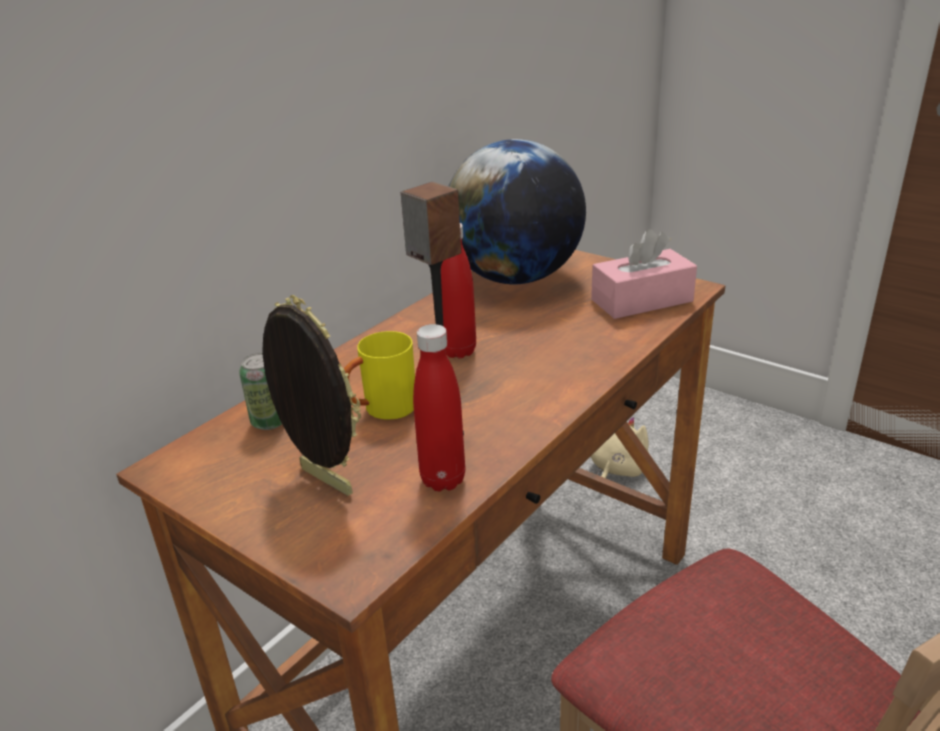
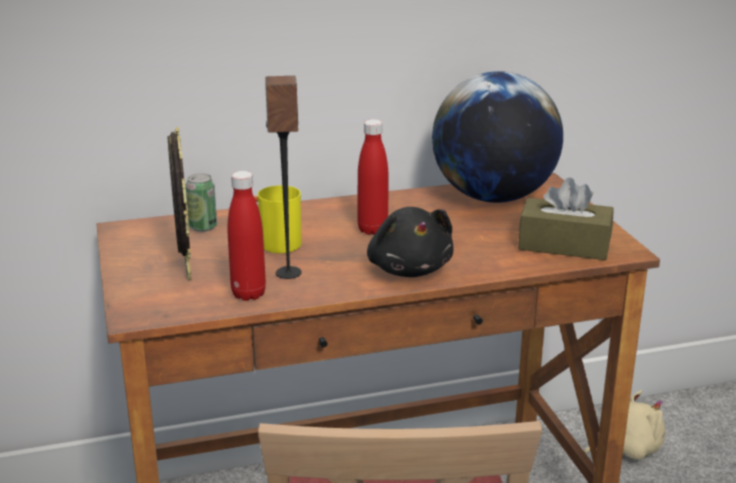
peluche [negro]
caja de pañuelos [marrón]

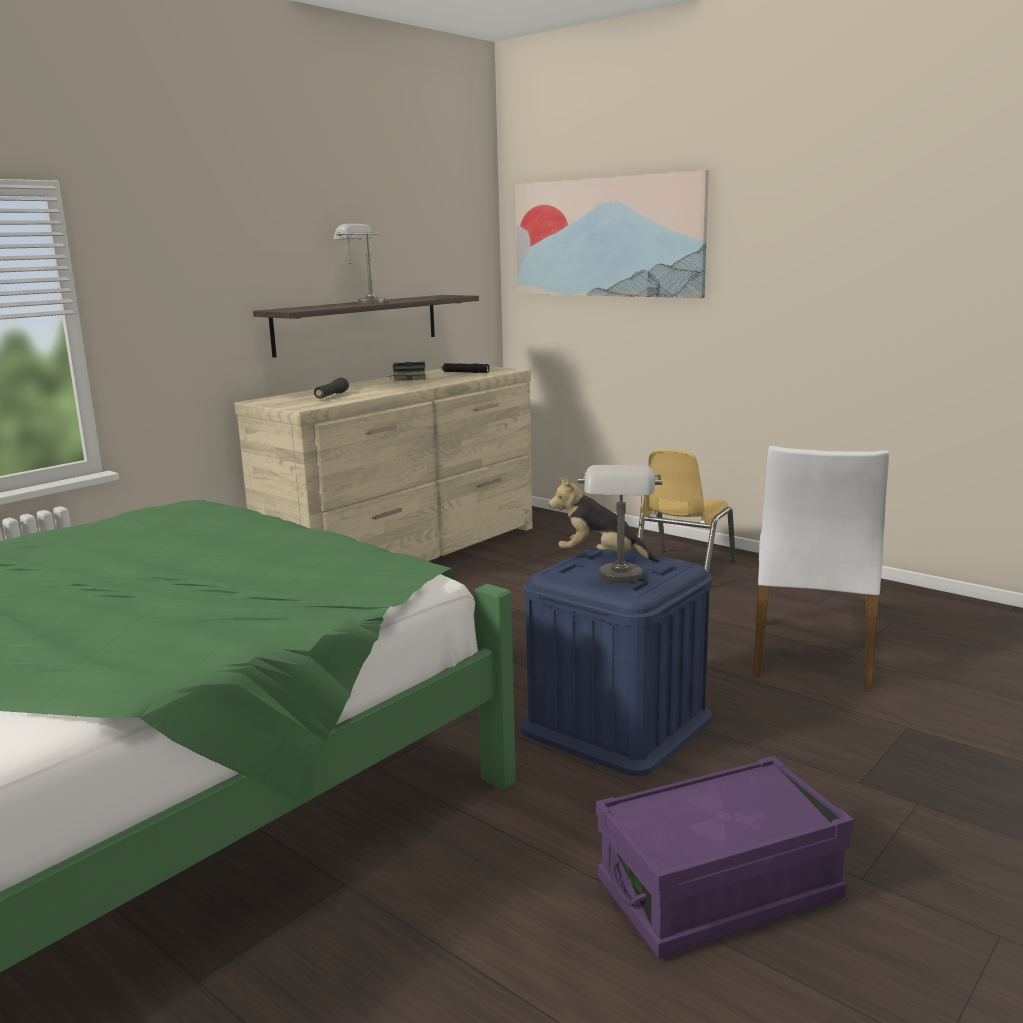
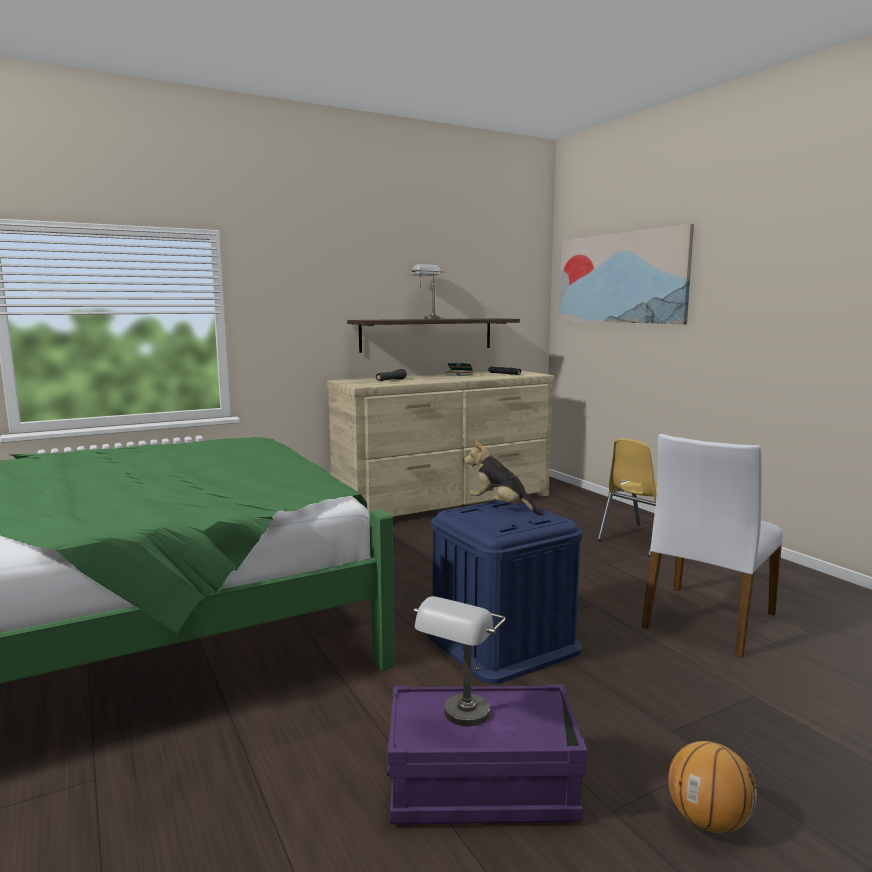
balón de baloncesto
lámpara de mesa [gris] (2nd from left)

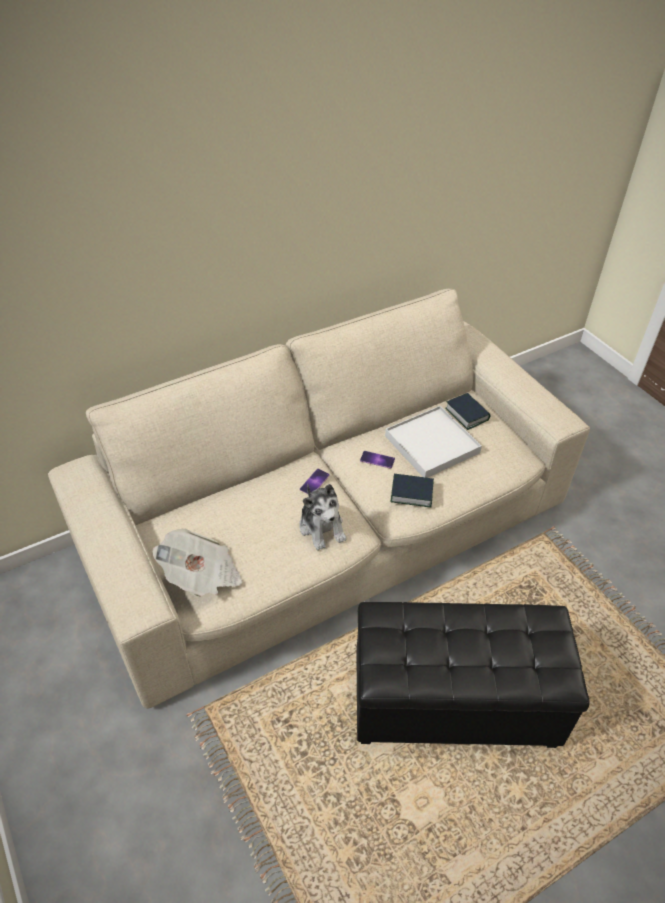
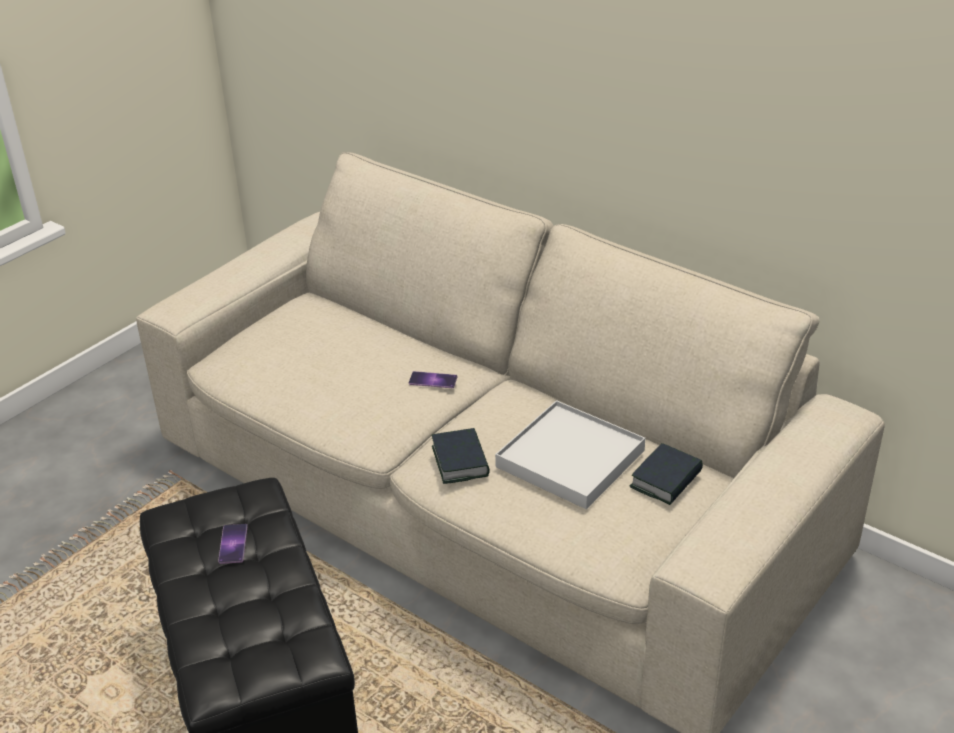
periódico
peluche
móvil (1st from left)

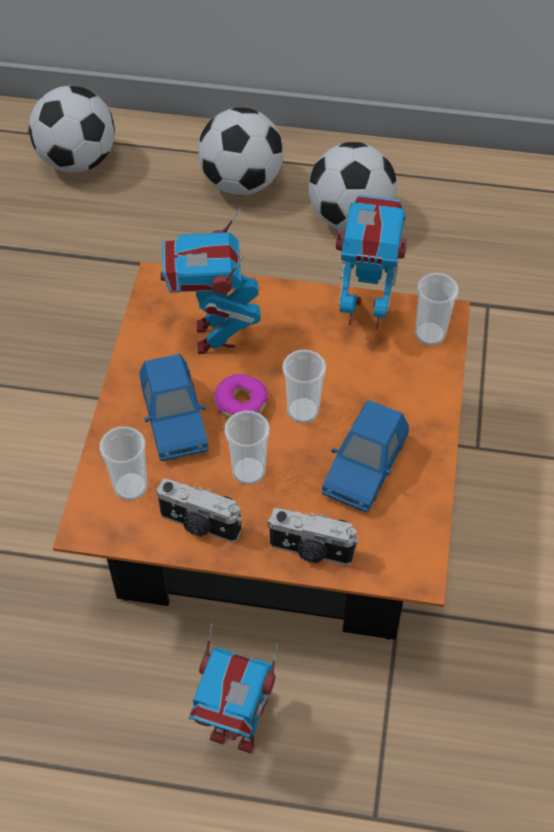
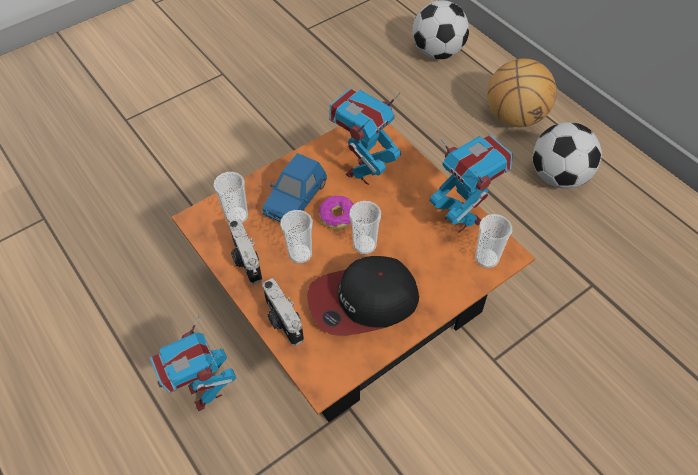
balón de baloncesto
gorra

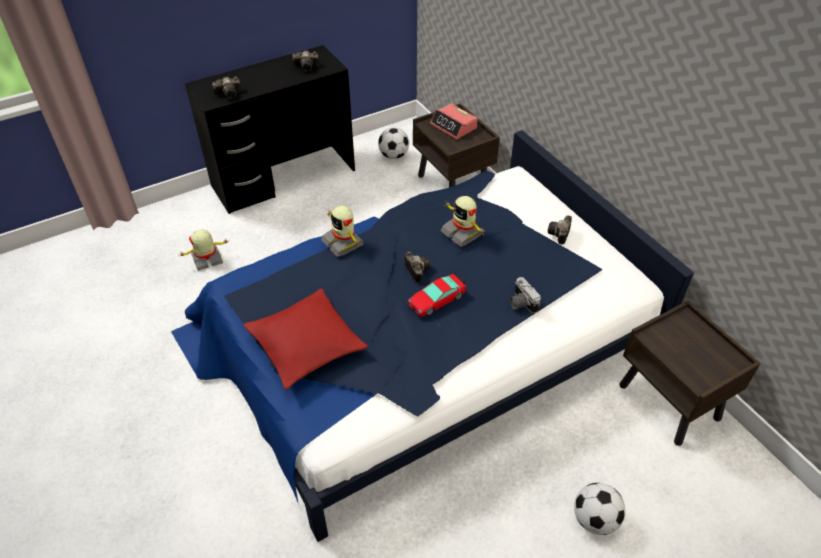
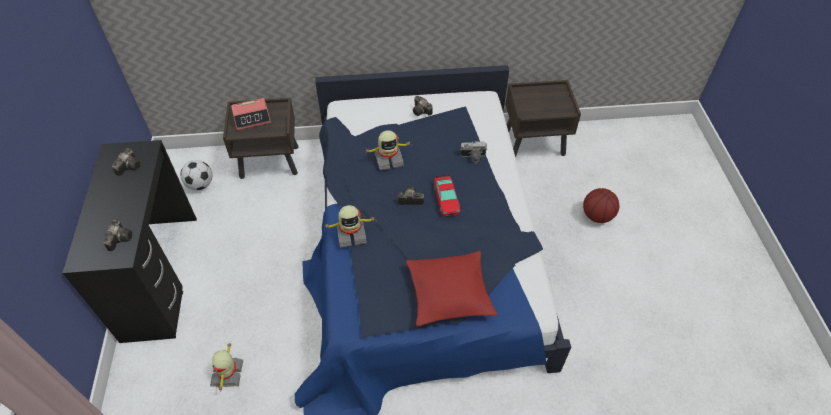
balón de baloncesto

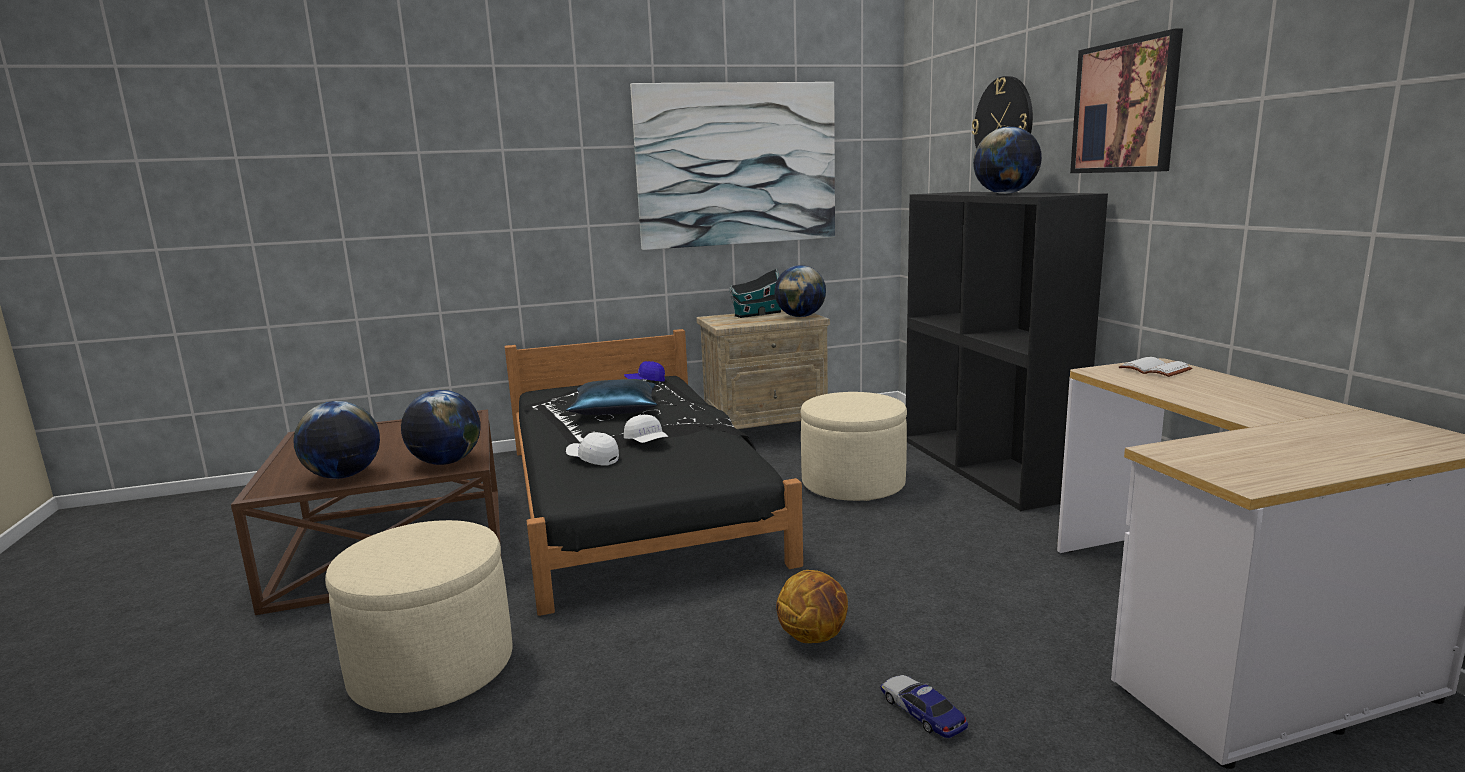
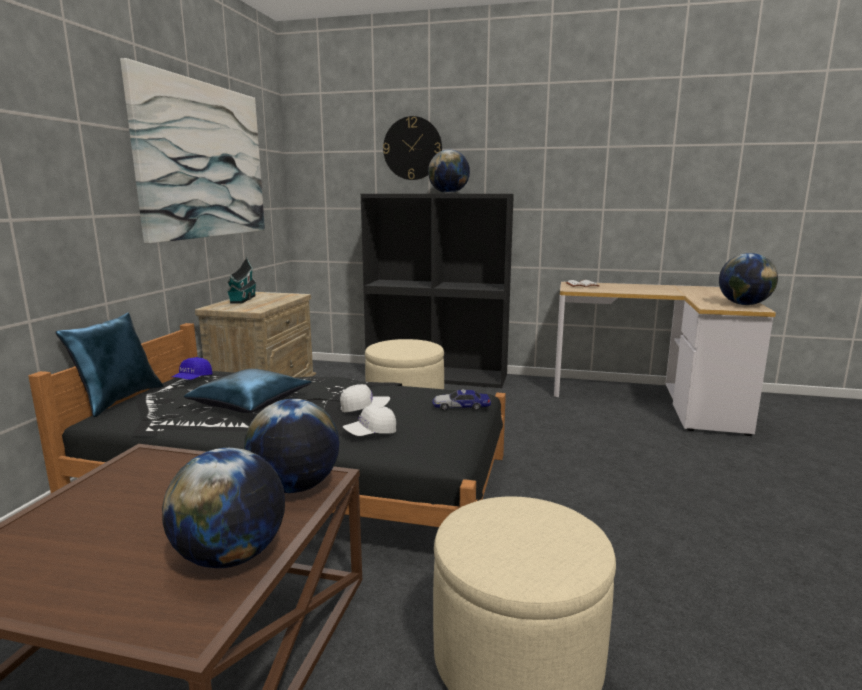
balón de baloncesto
cuadro (2nd from left in the first image)
cojín [azul] (1st from left)
globo terráqueo (4th from left)
coche de juguete

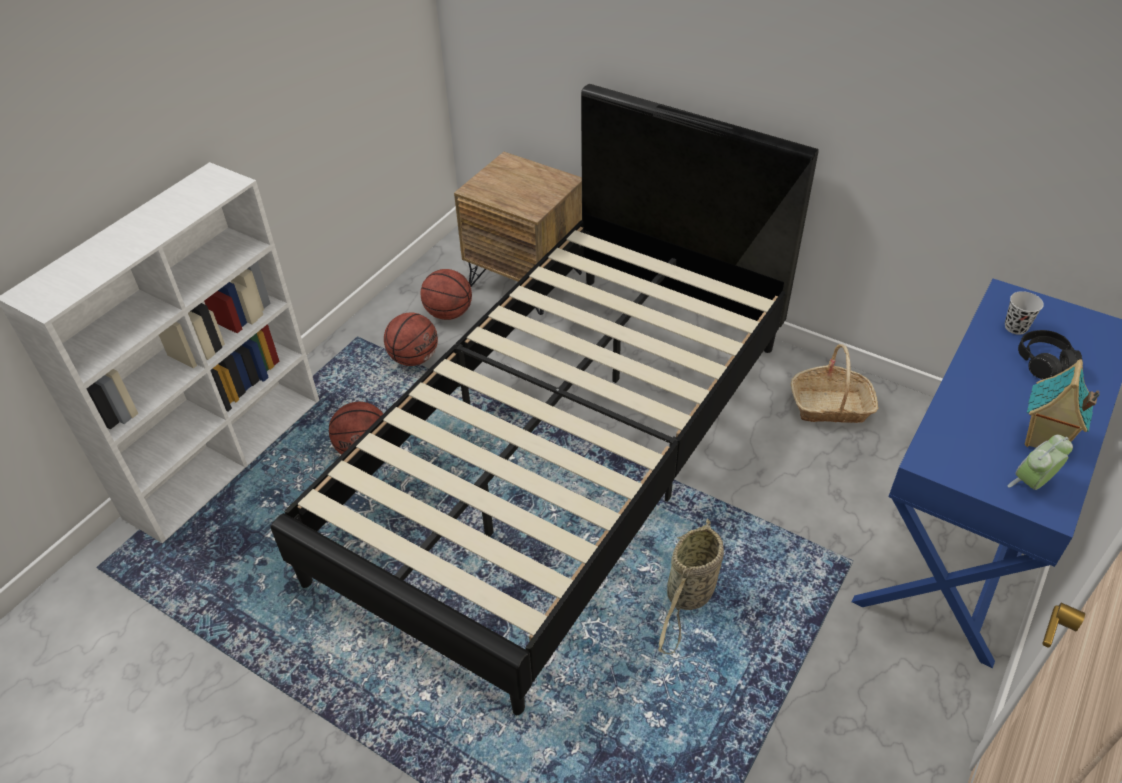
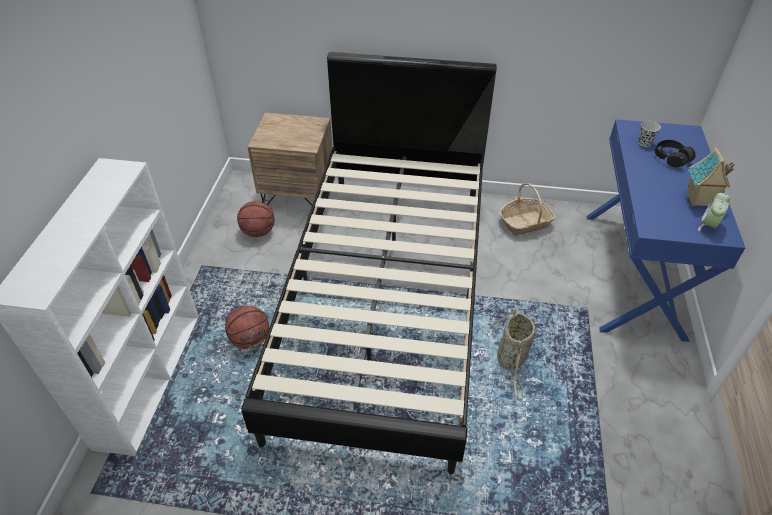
balón de baloncesto (2nd from left in the first image)

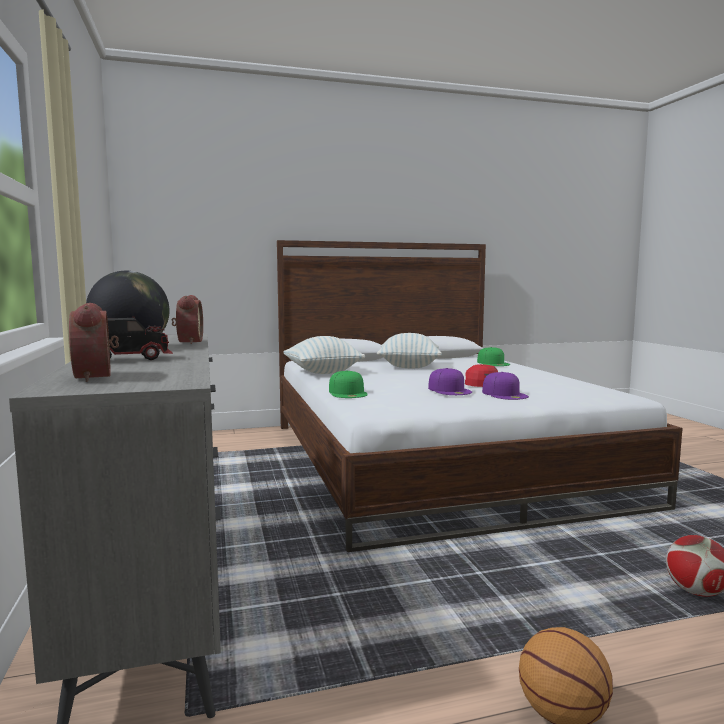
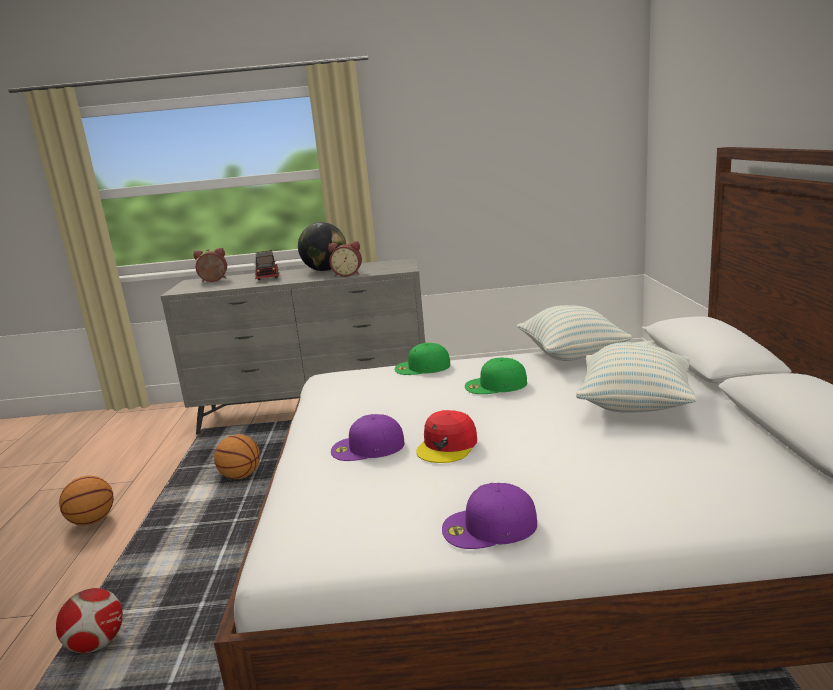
balón de baloncesto (2nd from left)
gorra [morado] (2nd from left)
gorra [verde] (2nd from left)

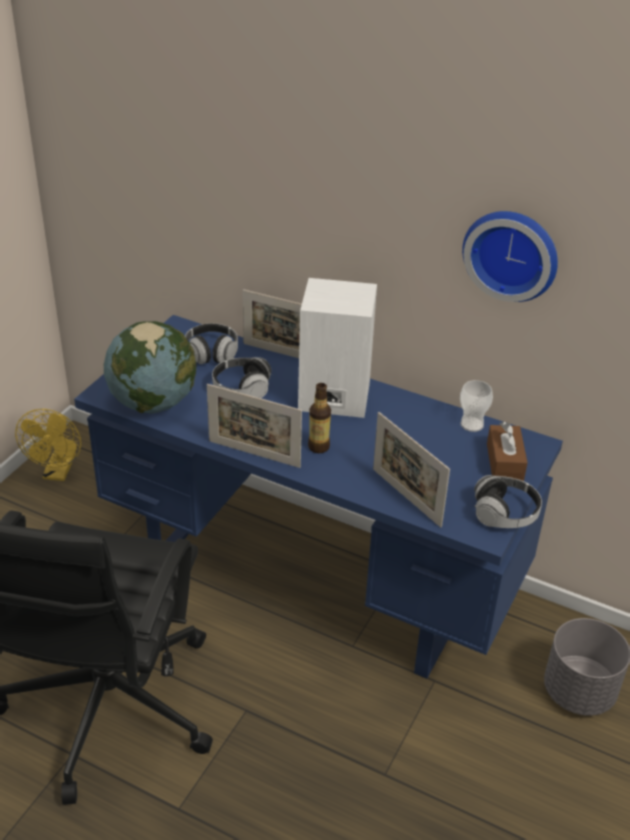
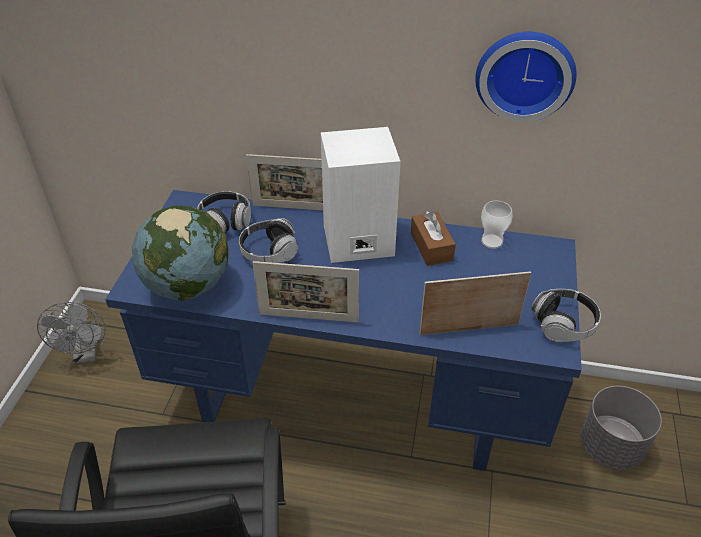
botella
caja de pañuelos [marrón]
ventilador [gris]
portarretratos (3rd from left)

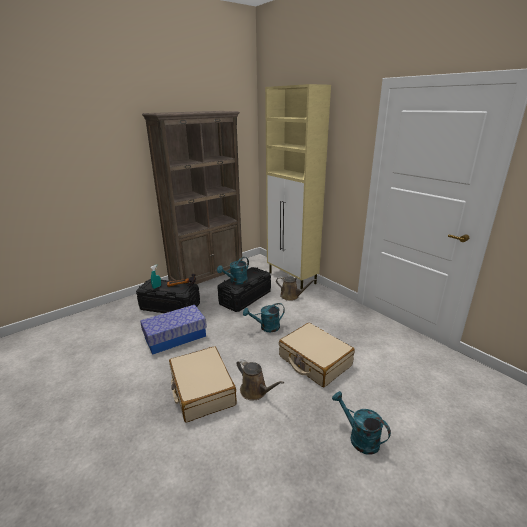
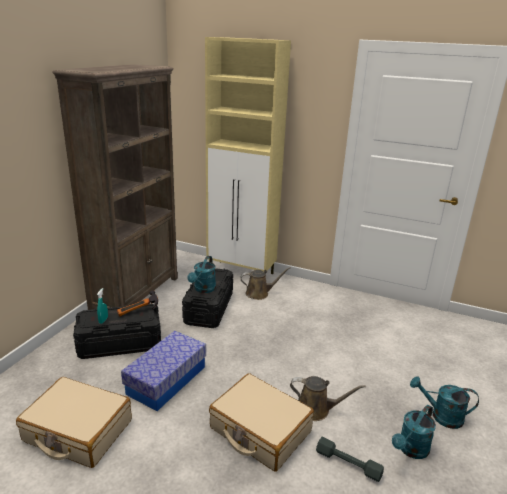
mancuerna [gris]
regadera [turquesa] (2nd from left)
maleta [beis] (1st from left)

